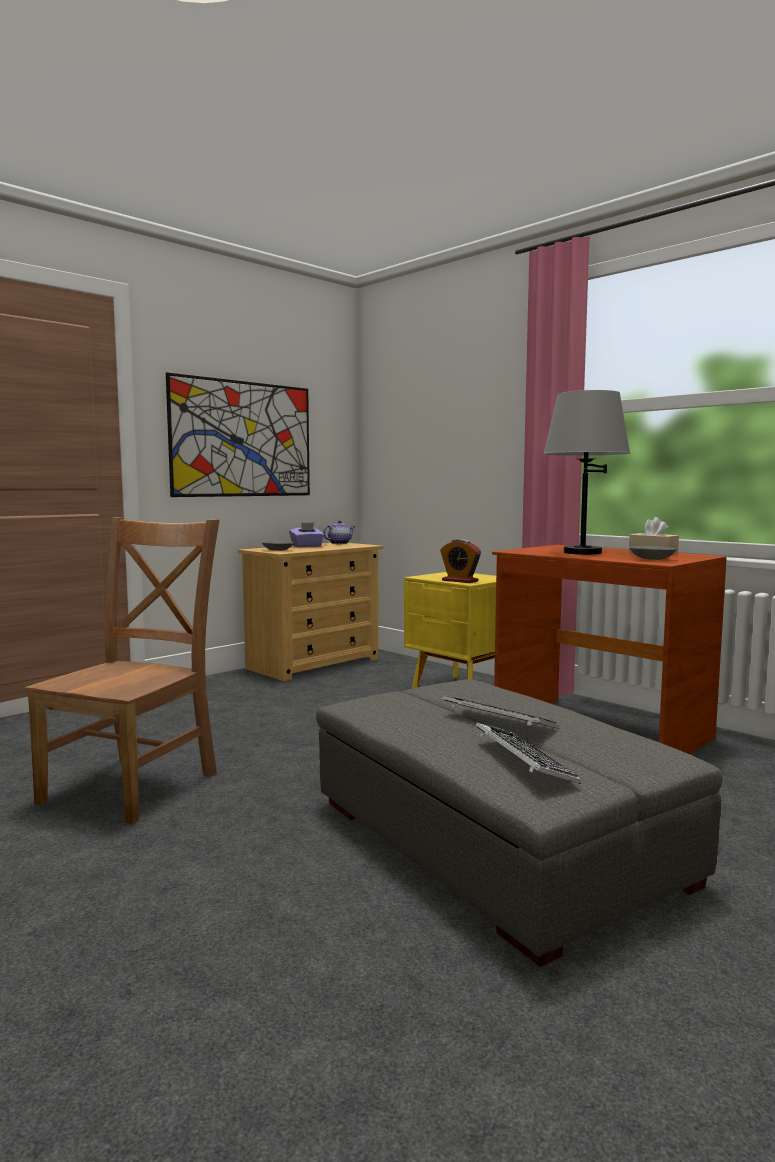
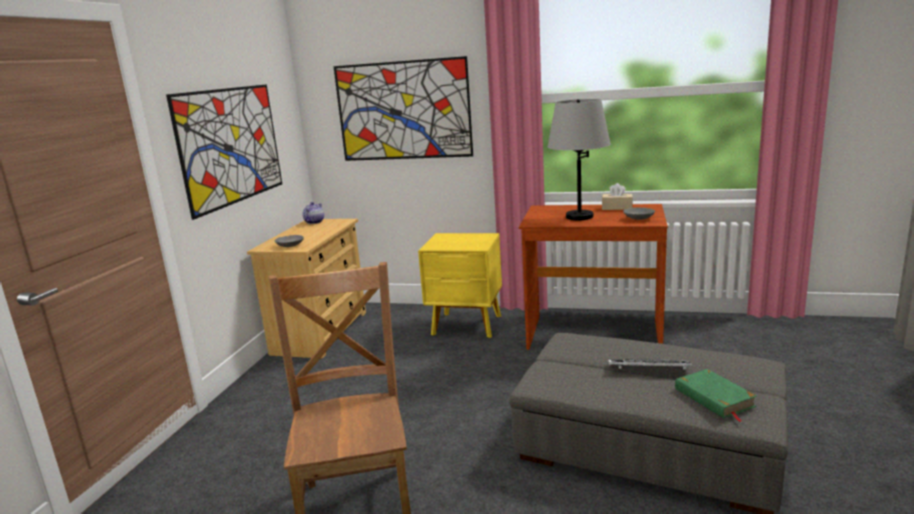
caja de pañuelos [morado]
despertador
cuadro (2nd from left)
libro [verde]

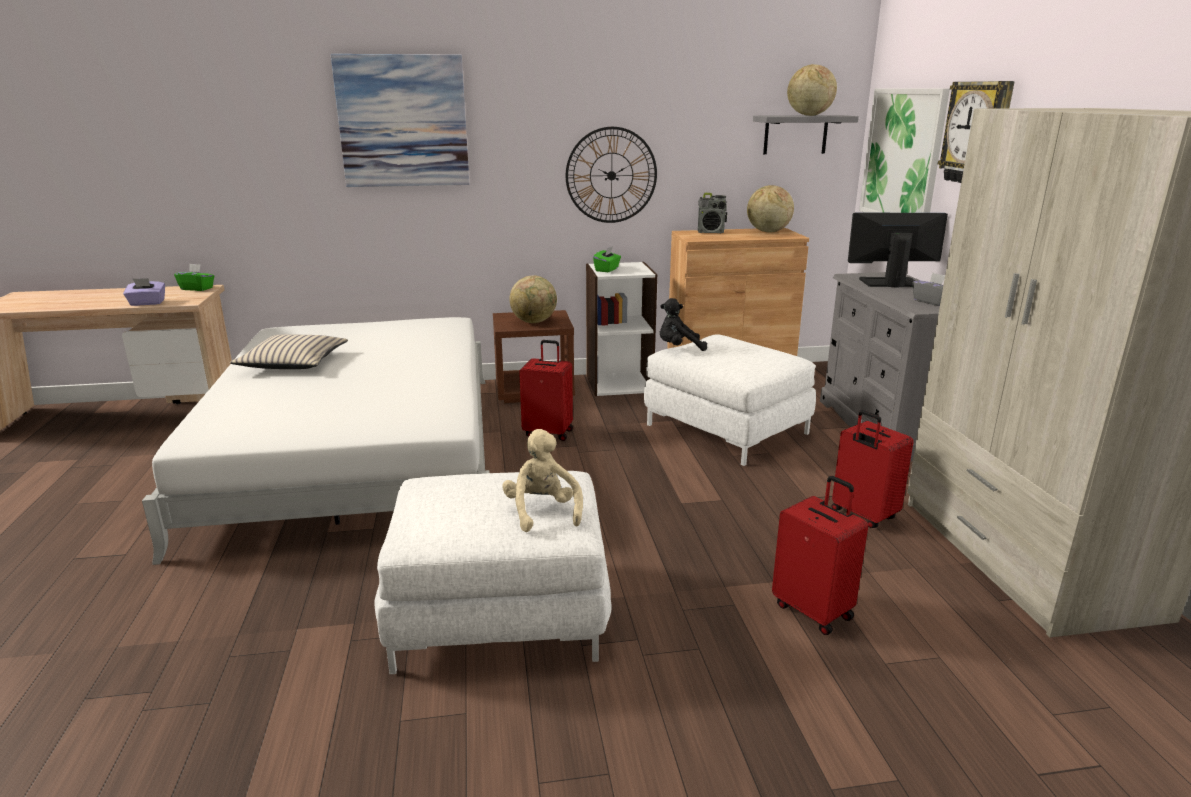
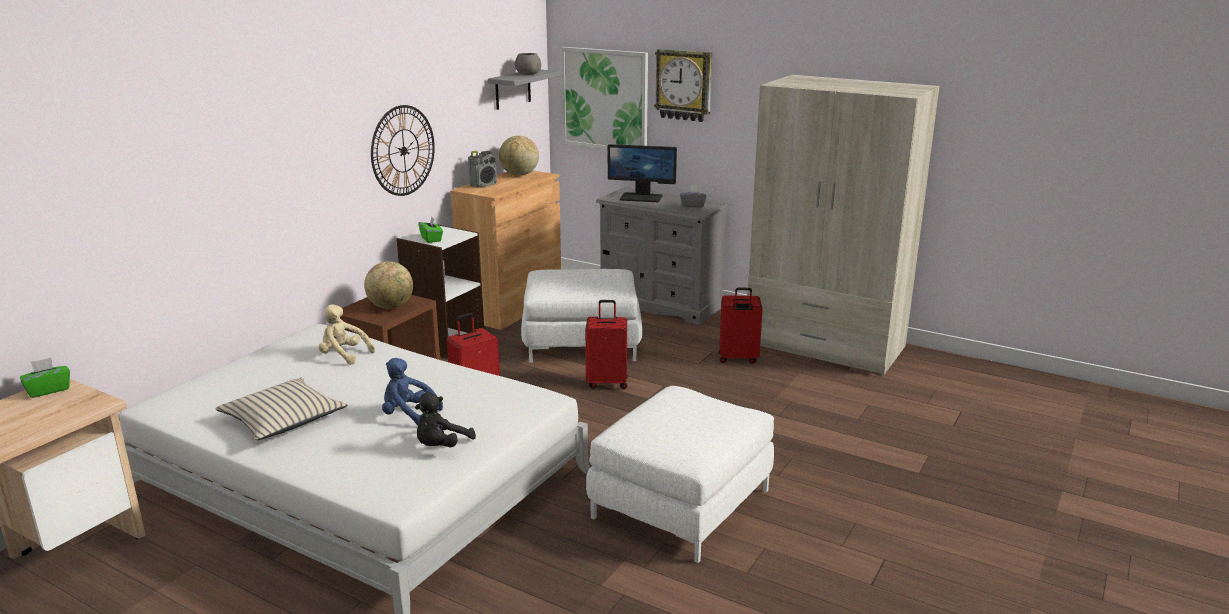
caja de pañuelos [morado]
cuadro (1st from left in the first image)
peluche [azul]
peluche [beis]
peluche [negro]
maleta [rojo] (2nd from left)
cuenco [gris]
monitor

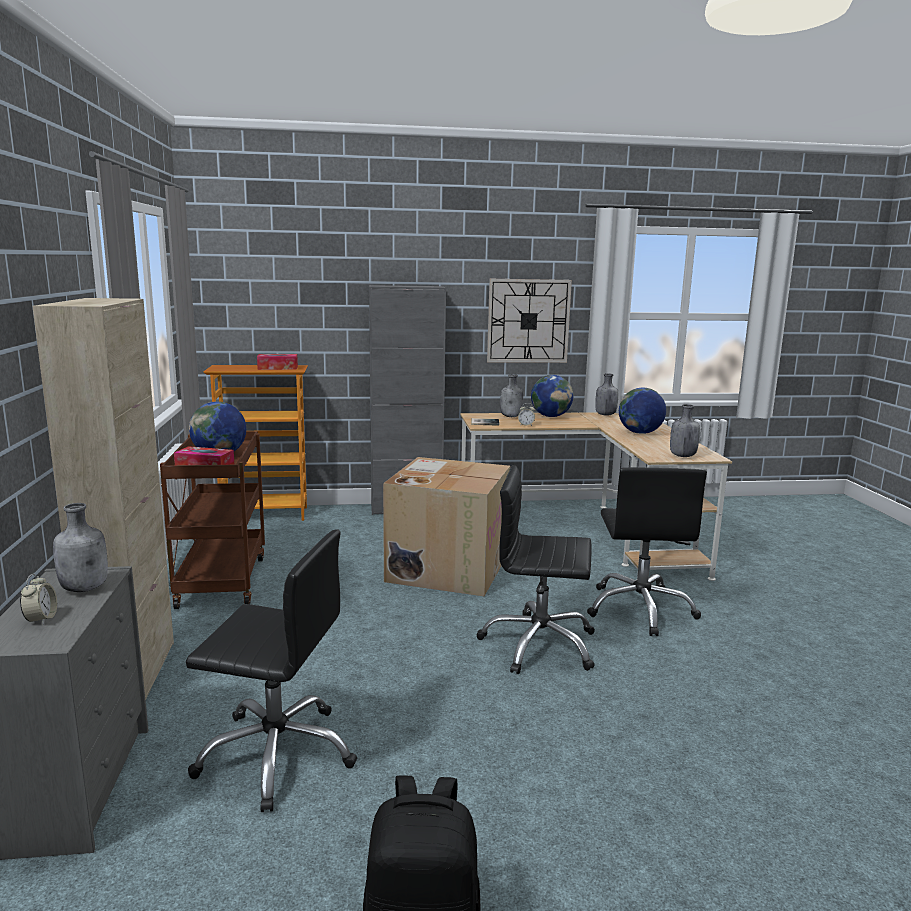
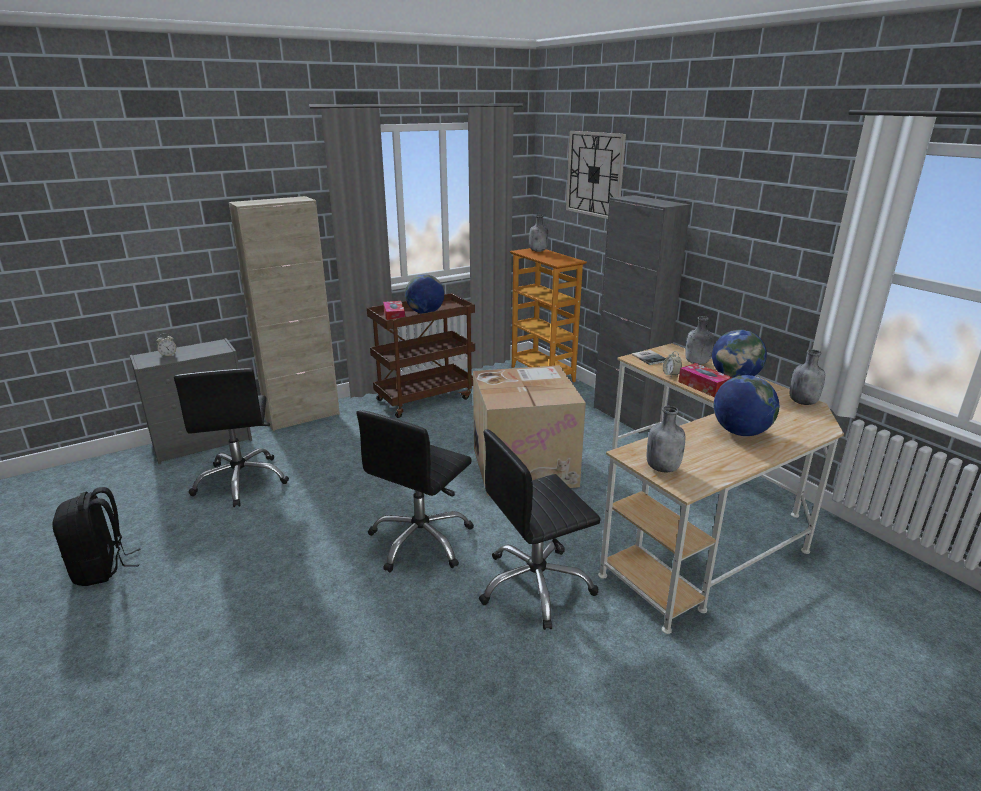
botella [gris] (1st from left)
caja de pañuelos (2nd from left)
reloj de pared
silla de oficina [negro] (2nd from left)

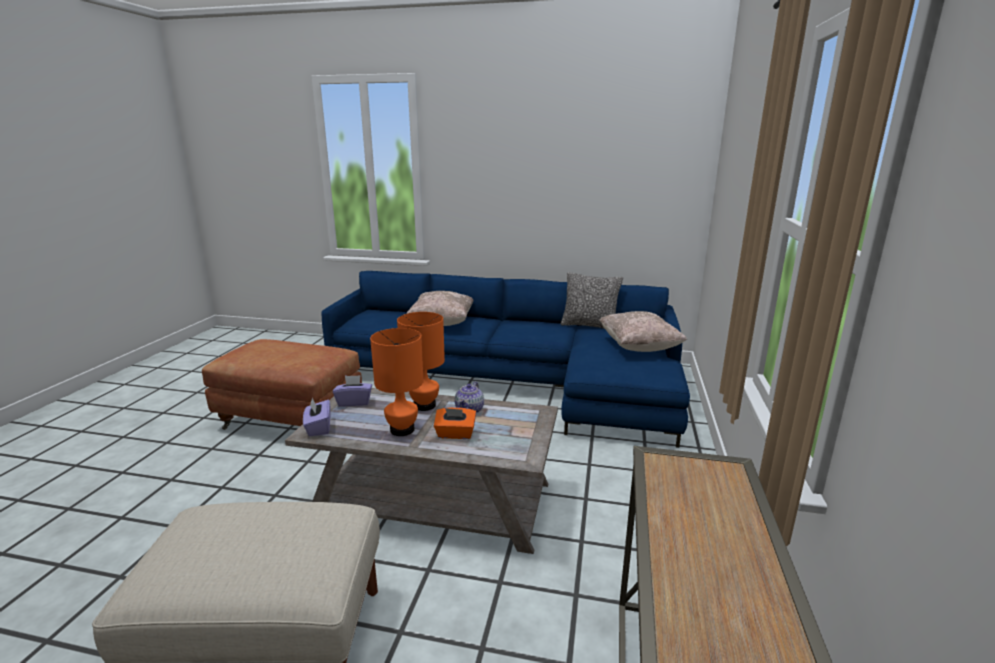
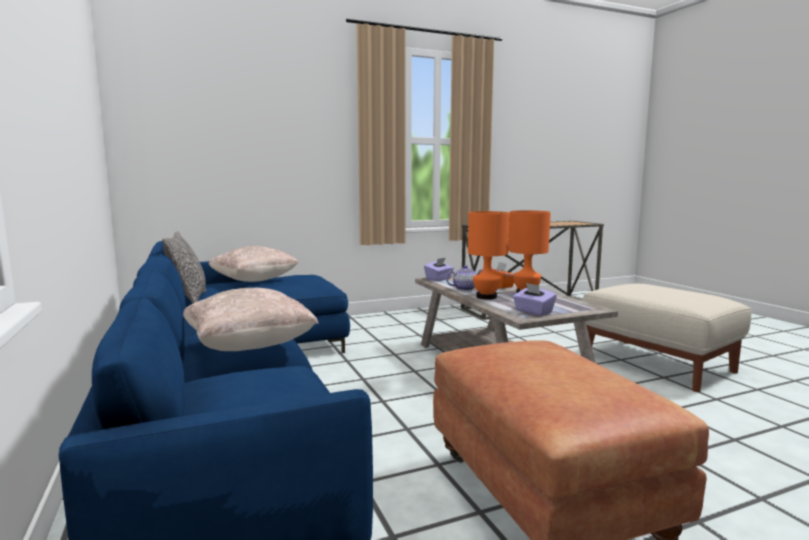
caja de pañuelos [morado] (1st from left)

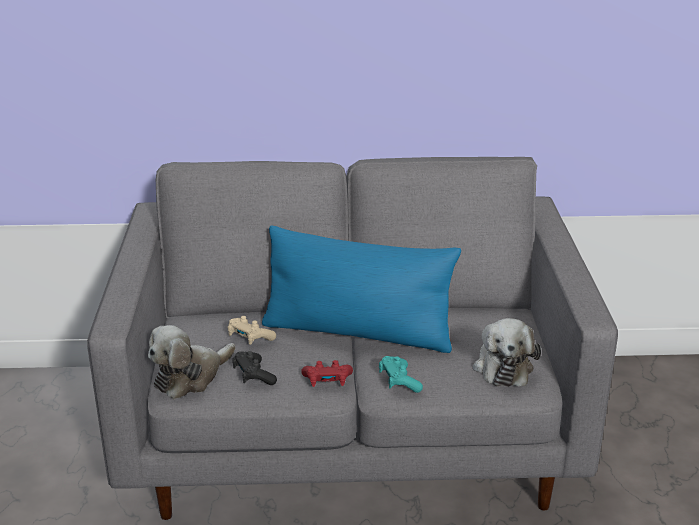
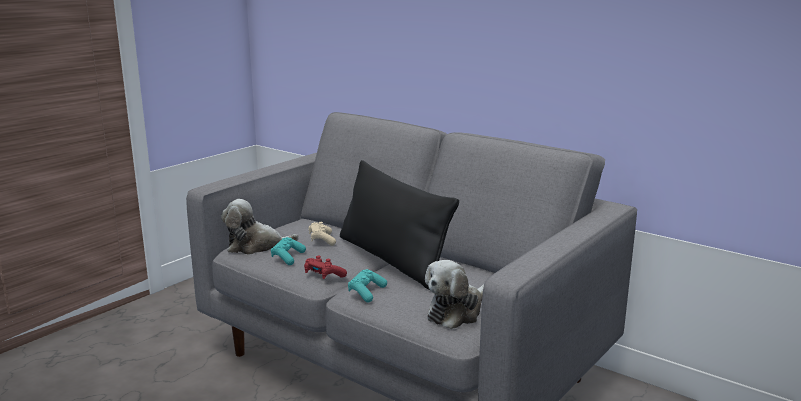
mando de consola [turquesa] (1st from left)
cojín [negro]

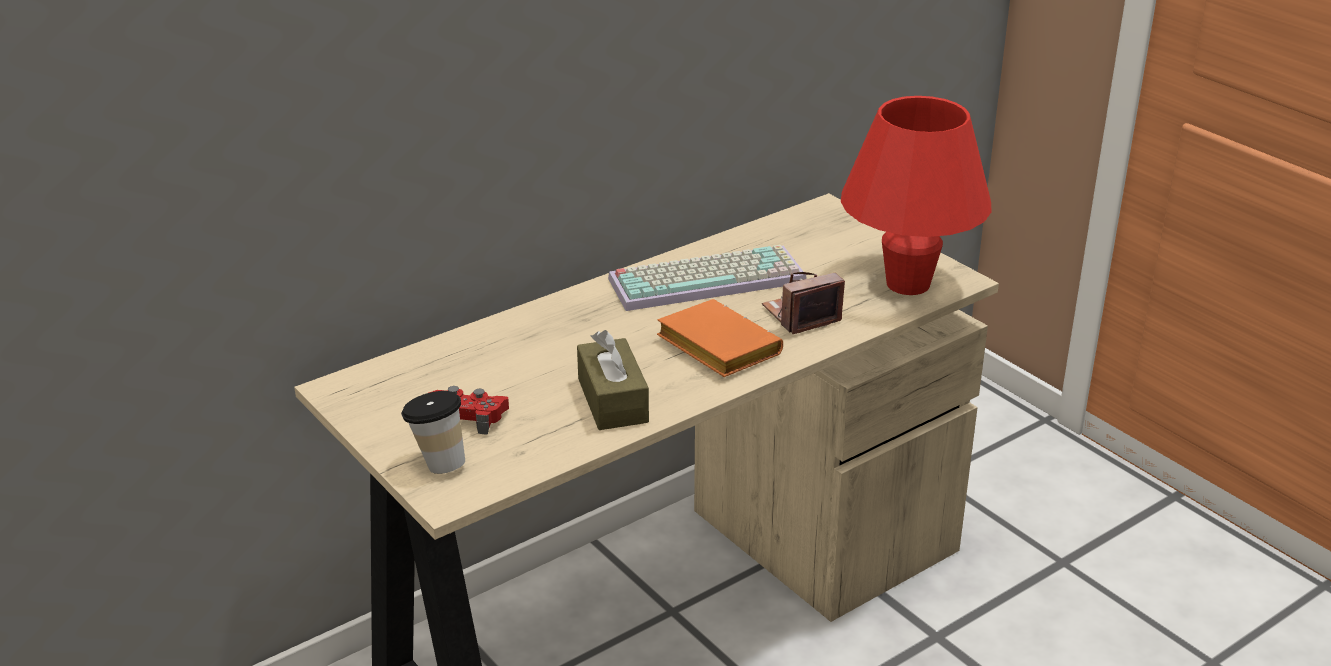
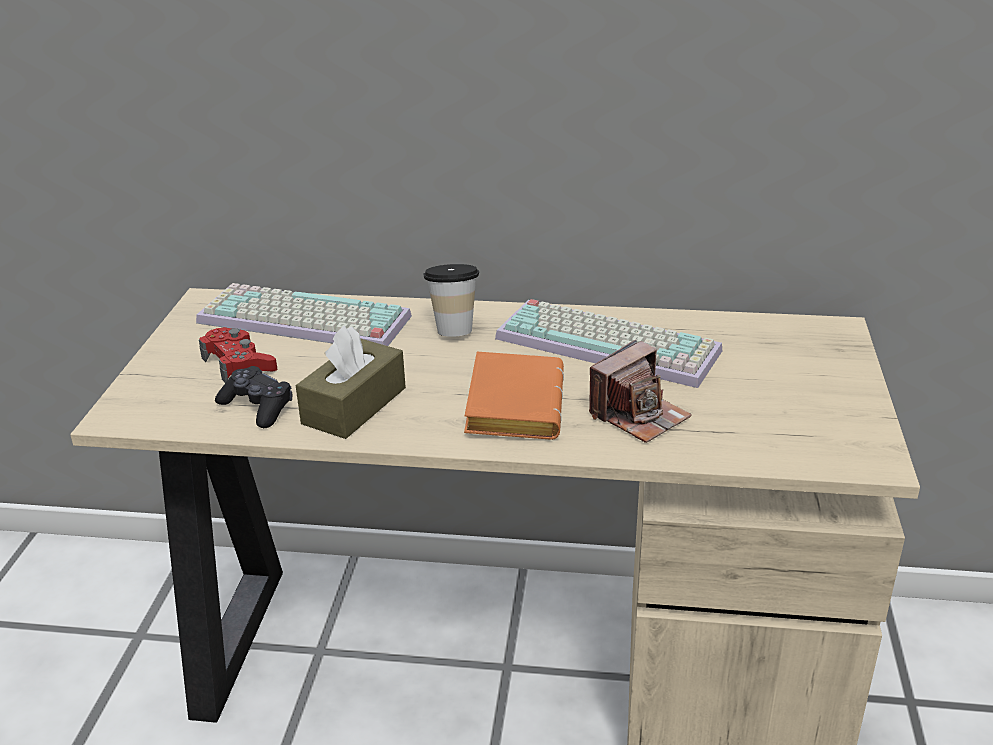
lámpara de mesa [rojo]
teclado (1st from left)
mando de consola [negro]
taza
cámara

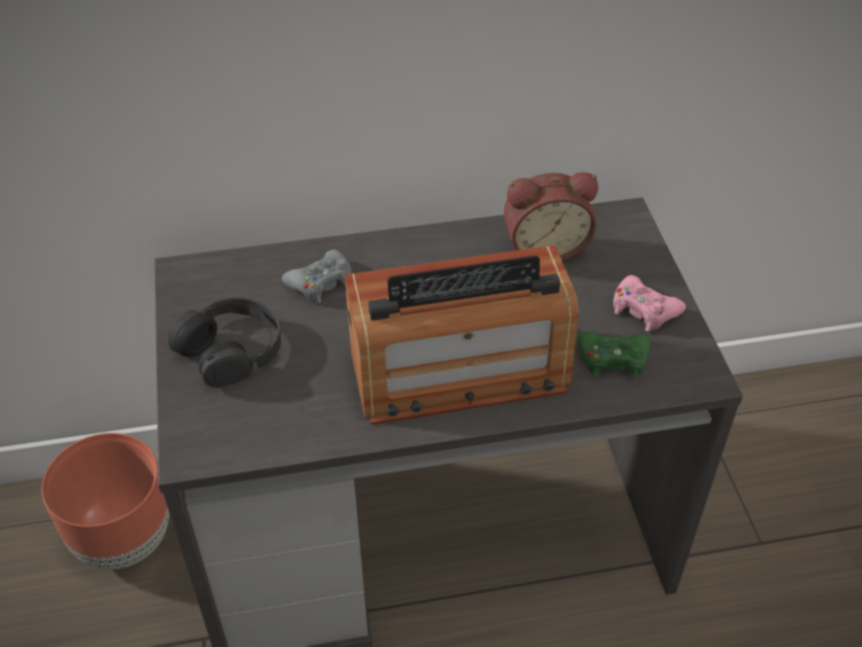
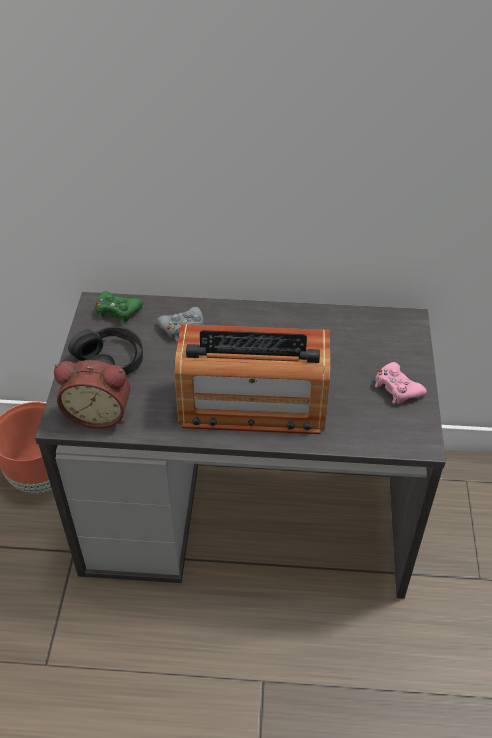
despertador
mando de consola [verde]

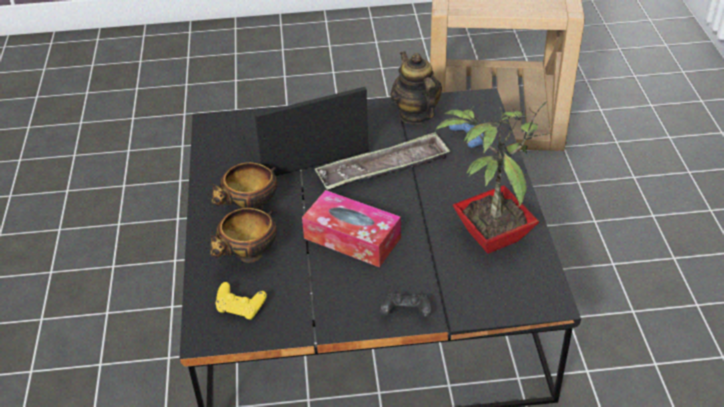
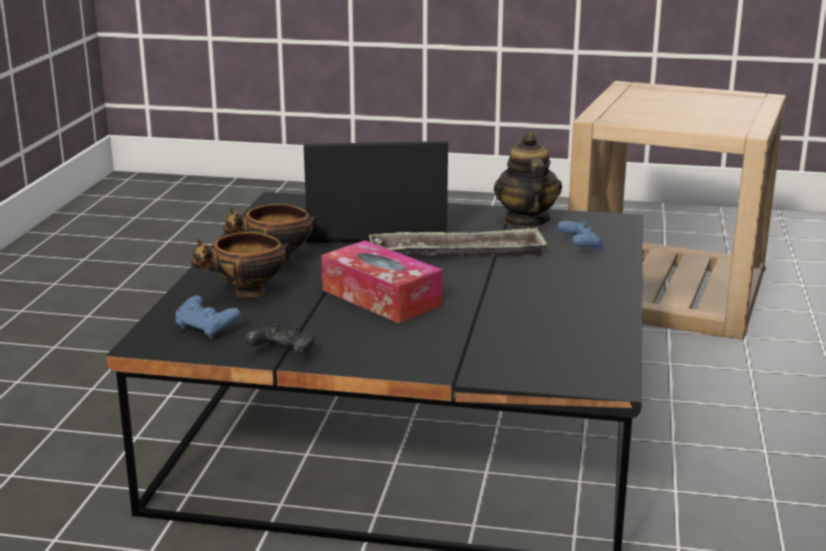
planta en maceta
mando de consola [negro]
mando de consola [azul] (1st from left)

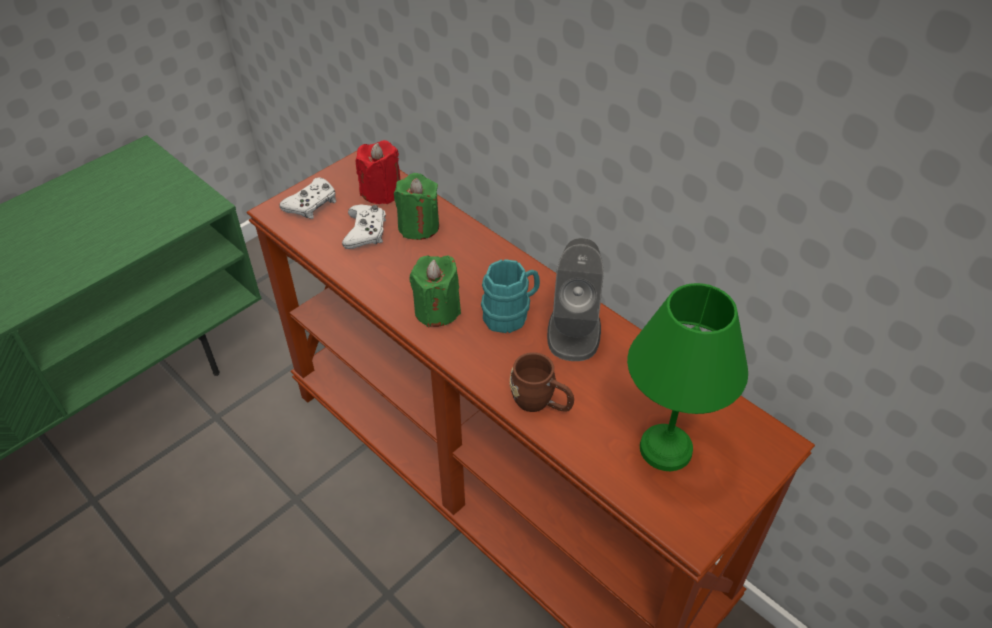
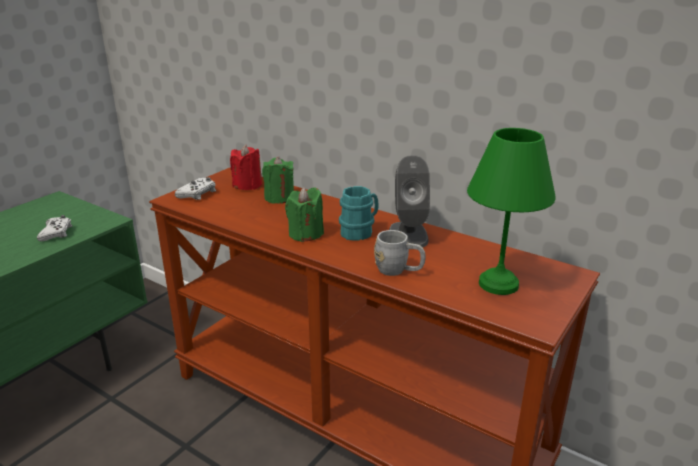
mando de consola [blanco] (1st from left)
taza grande [gris]

